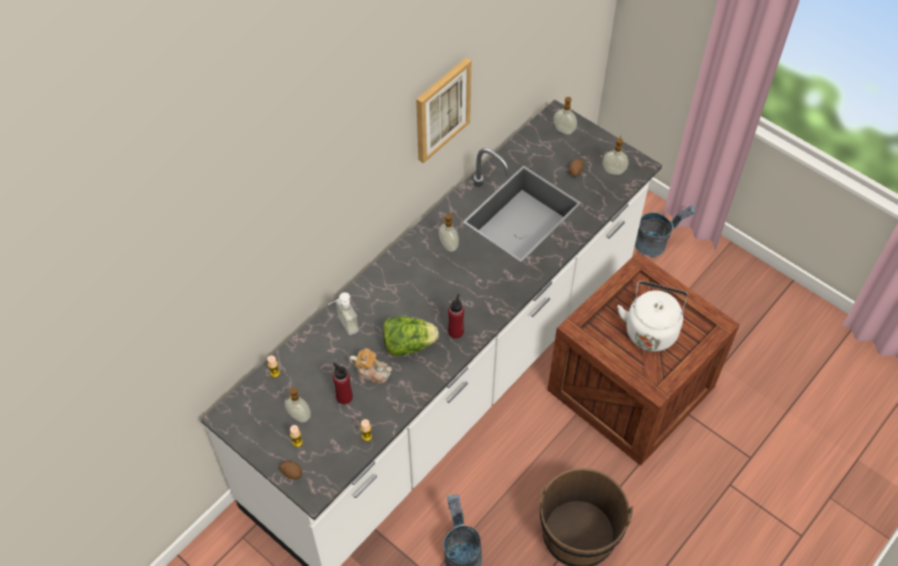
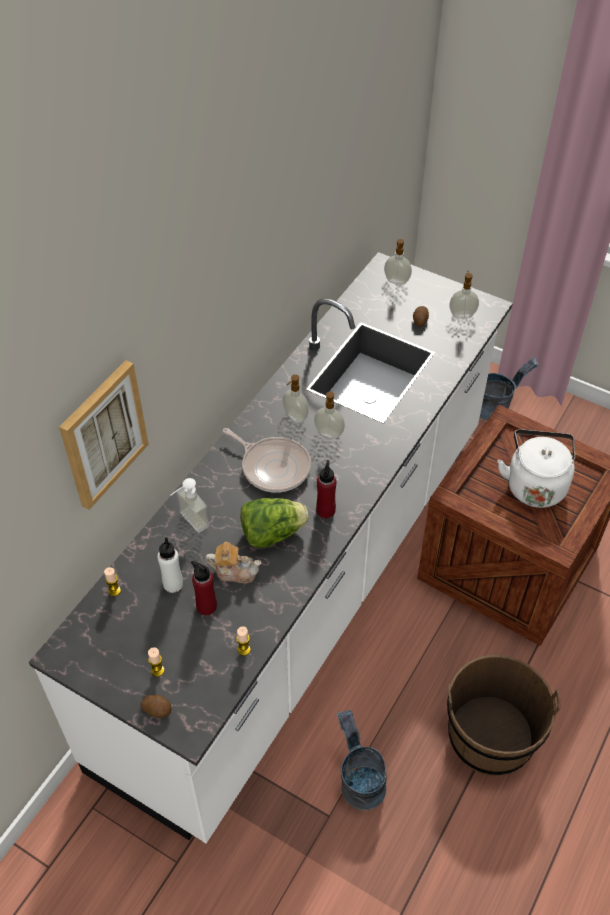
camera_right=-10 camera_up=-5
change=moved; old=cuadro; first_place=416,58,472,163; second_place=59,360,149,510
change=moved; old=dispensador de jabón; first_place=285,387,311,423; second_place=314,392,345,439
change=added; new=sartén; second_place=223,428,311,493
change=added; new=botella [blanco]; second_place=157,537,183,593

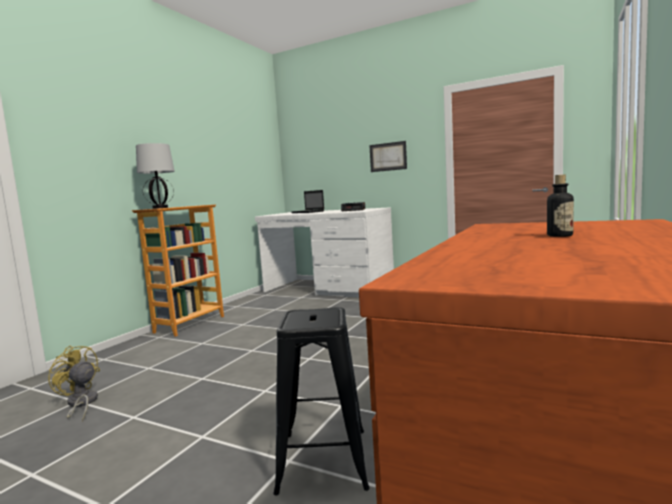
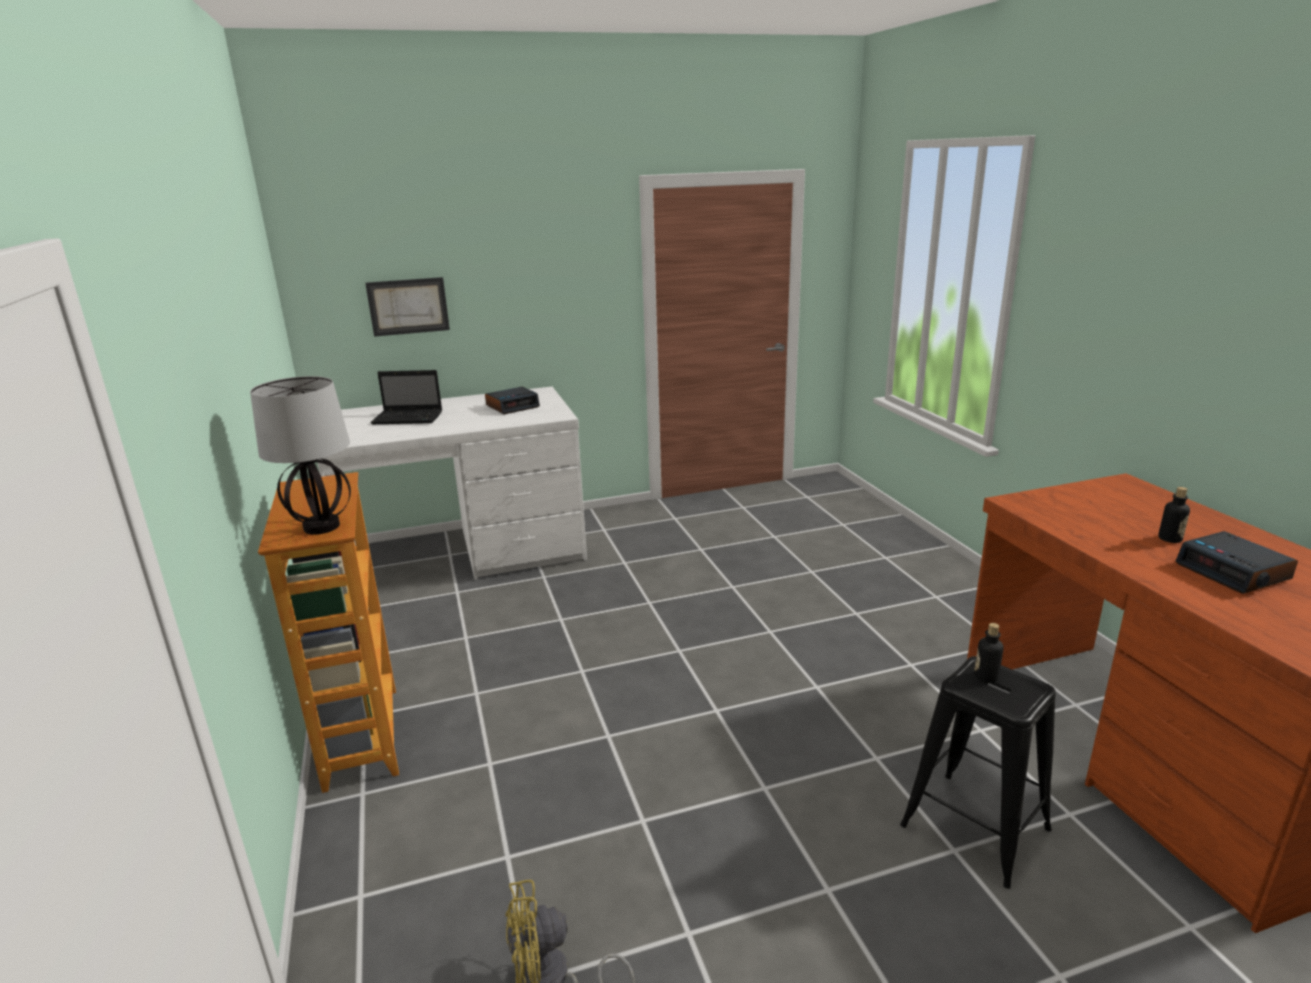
camera_right=-45 camera_up=15
change=moved; old=cuadro; first_place=369,141,407,172; second_place=365,277,450,337
change=added; new=despertador; second_place=1175,531,1298,594
change=added; new=botella; second_place=974,623,1004,683

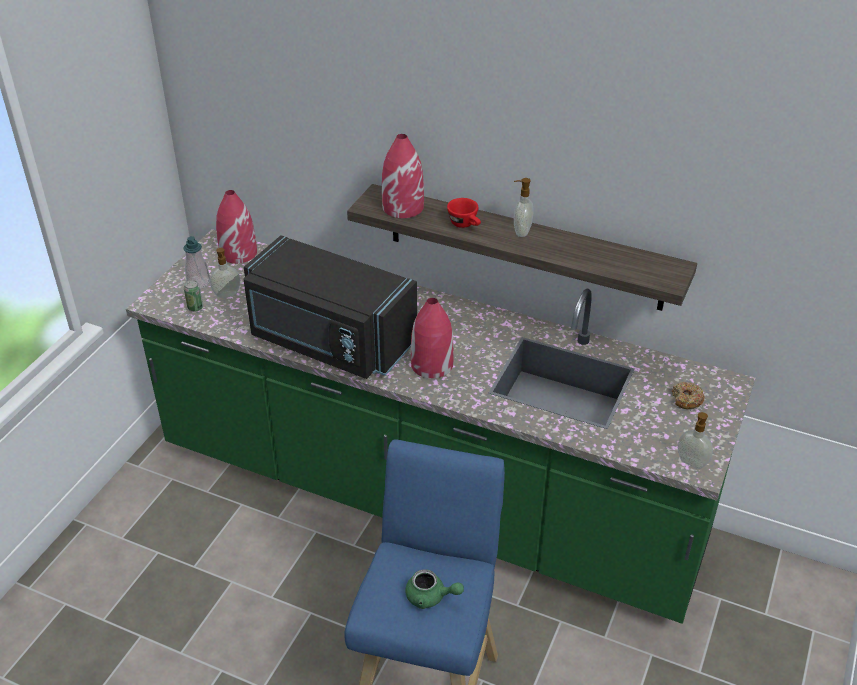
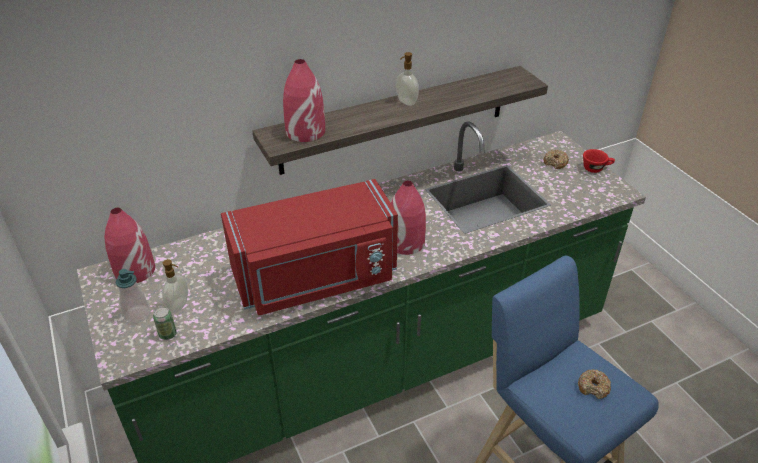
camera_right=-50 camera_up=0
change=moved; old=taza [rojo]; first_place=447,198,481,228; second_place=583,149,615,173
change=recoloured; old=microondas [negro]; new=microondas [rojo]; first_place=244,235,417,379; second_place=221,179,398,315
change=removed; old=dispensador de jabón; first_place=678,412,713,469
change=replaced; old=tetera [verde]; new=rosquilla; first_place=405,569,464,609; second_place=578,369,611,399

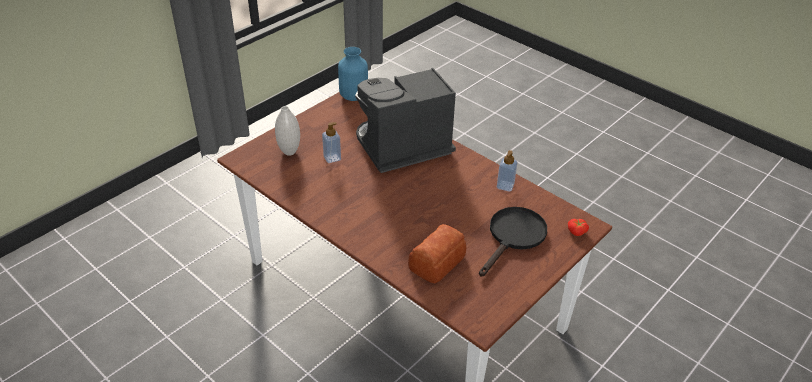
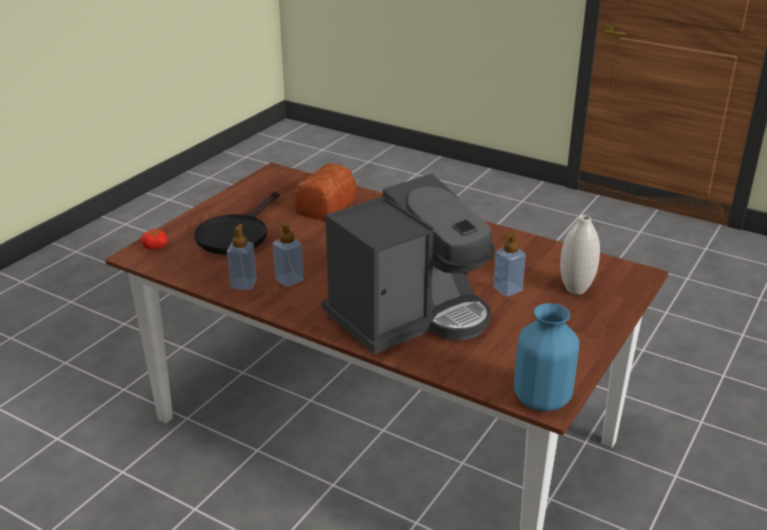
camera_right=170 camera_up=-10
change=added; new=dispensador de jabón; second_place=273,221,304,287

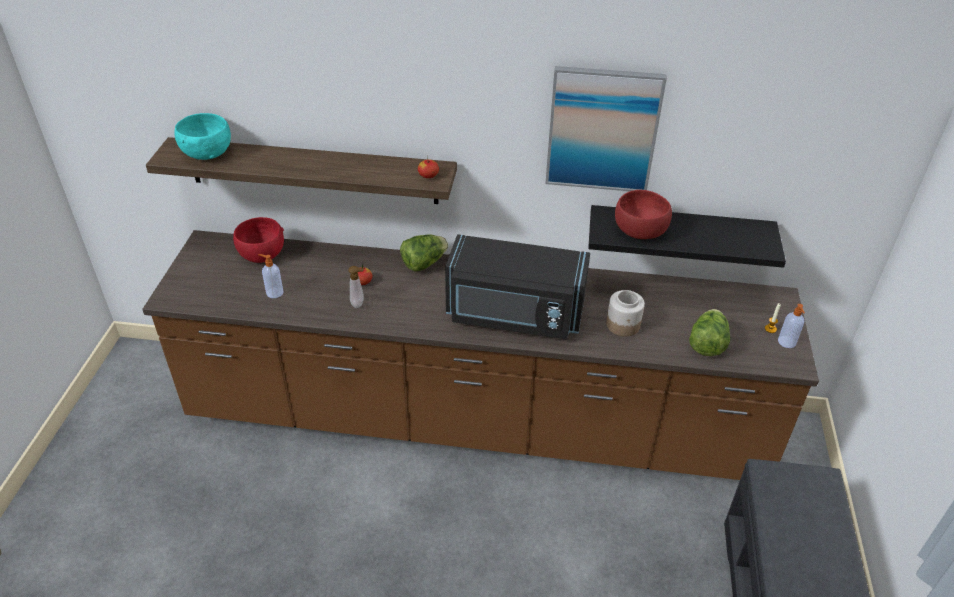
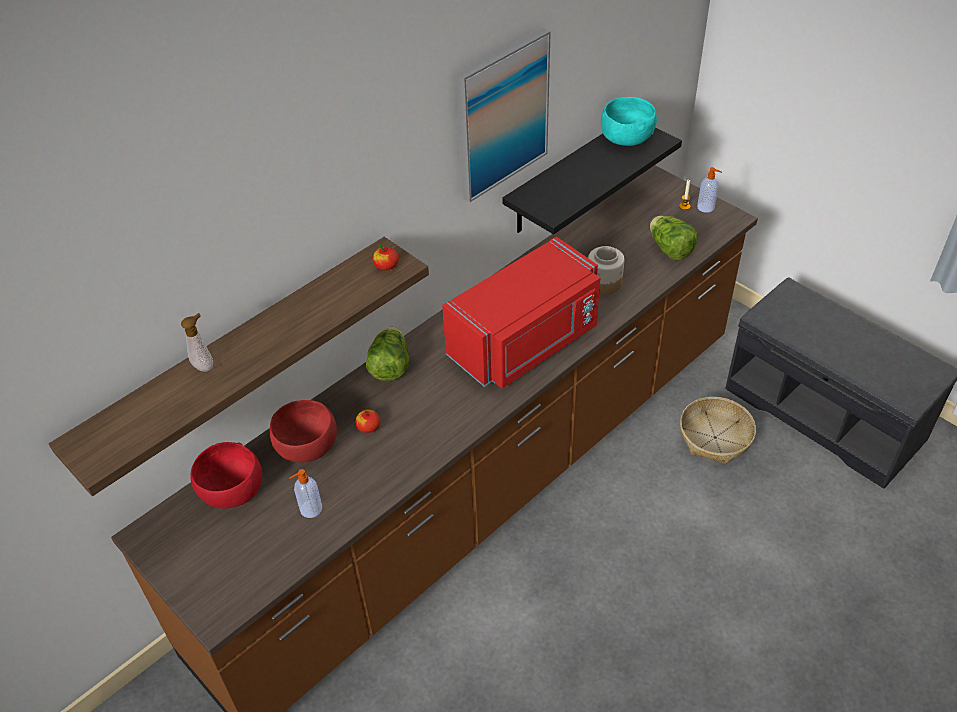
camera_right=-50 camera_up=5
change=moved; old=cuenco [turquesa]; first_place=174,113,231,160; second_place=601,97,657,146
change=moved; old=cuenco [rojo]; first_place=615,190,672,239; second_place=270,400,337,463
change=recoloured; old=microondas [negro]; new=microondas [rojo]; first_place=445,234,590,340; second_place=442,237,600,388
change=moved; old=dispensador de jabón; first_place=348,266,364,308; second_place=181,313,213,372
change=added; new=cesta; second_place=680,397,756,465

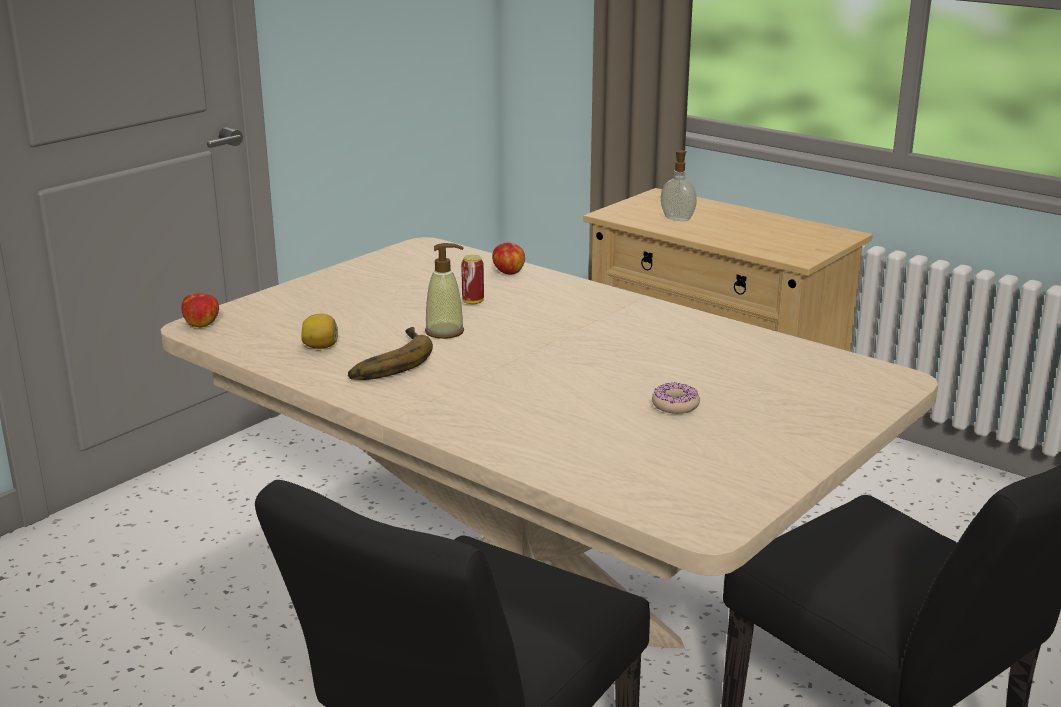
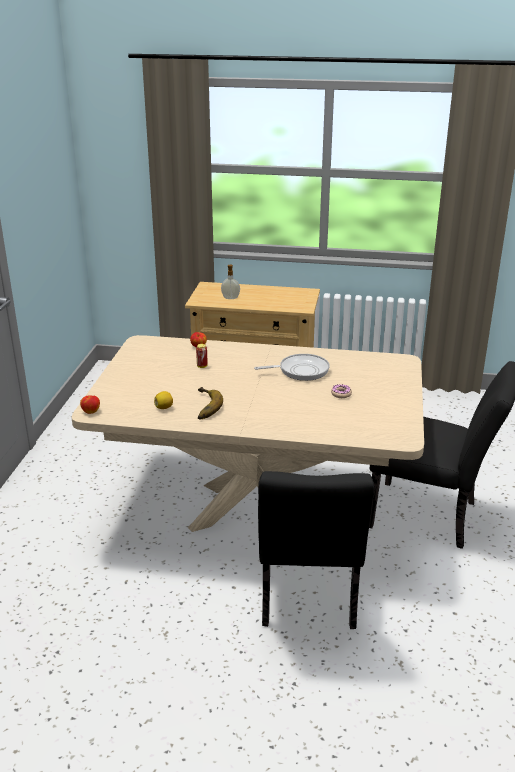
camera_right=-30 camera_up=5
change=removed; old=dispensador de jabón; first_place=425,243,464,339
change=added; new=sartén; second_place=254,354,330,381

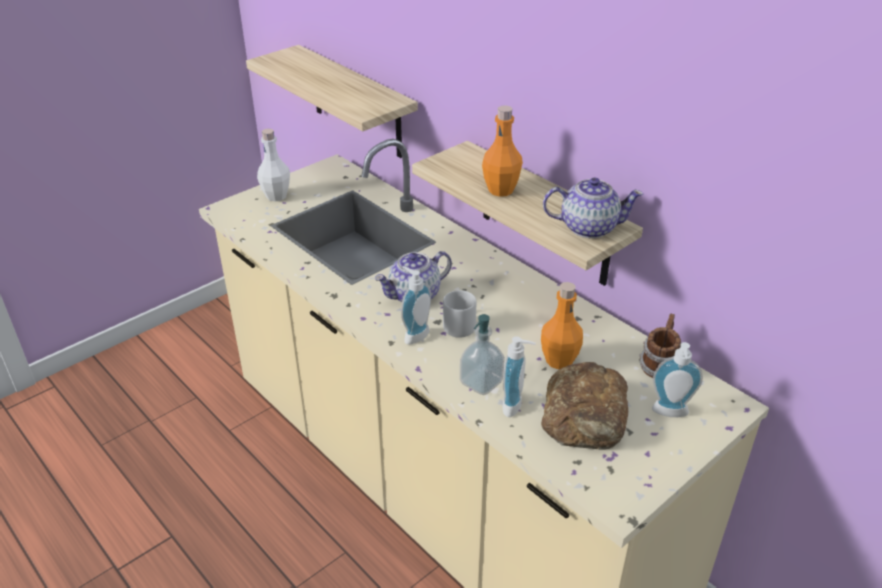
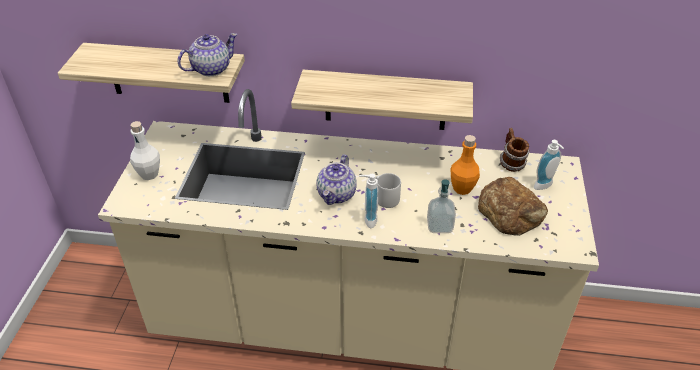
camera_right=-40 camera_up=5
change=removed; old=botella [naranja]; first_place=482,105,523,197
change=moved; old=tetera; first_place=543,178,643,238; second_place=177,33,238,76
change=removed; old=dispensador de jabón; first_place=502,336,536,417

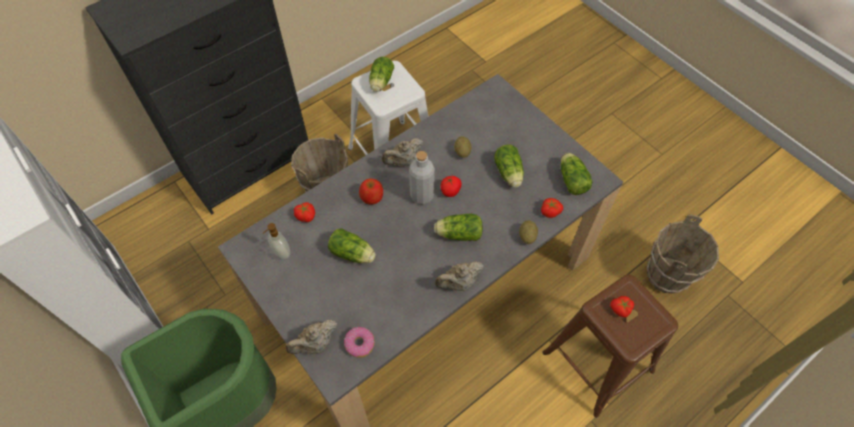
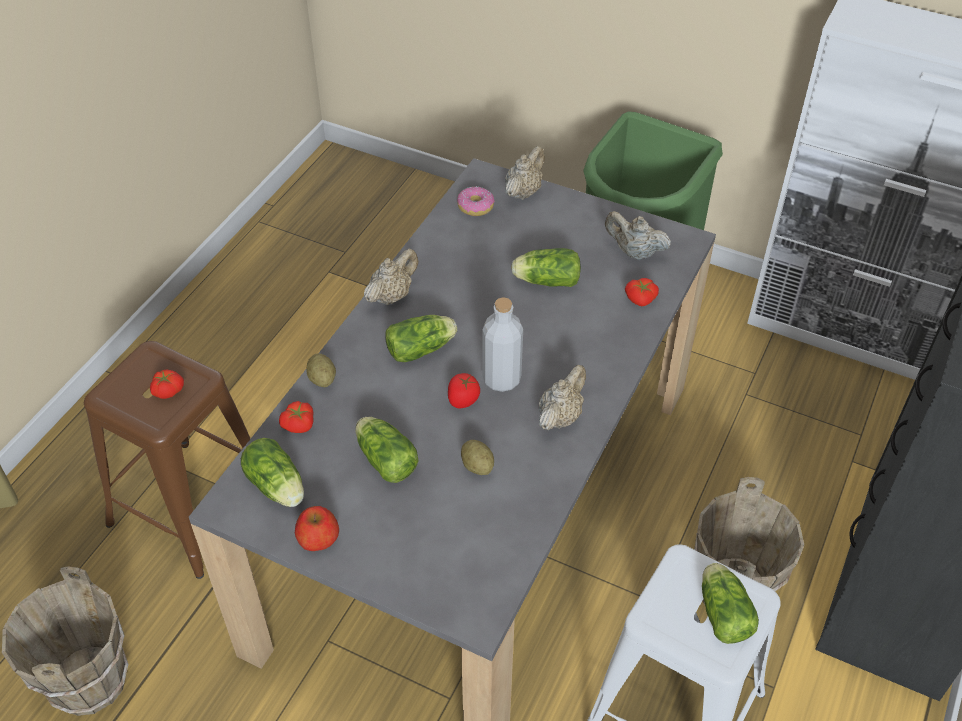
camera_right=155 camera_up=-10
change=moved; old=manzana; first_place=359,178,383,204; second_place=295,506,339,551
change=replaced; old=dispensador de jabón; new=tetera [beis]; first_place=263,223,290,260; second_place=605,211,671,260

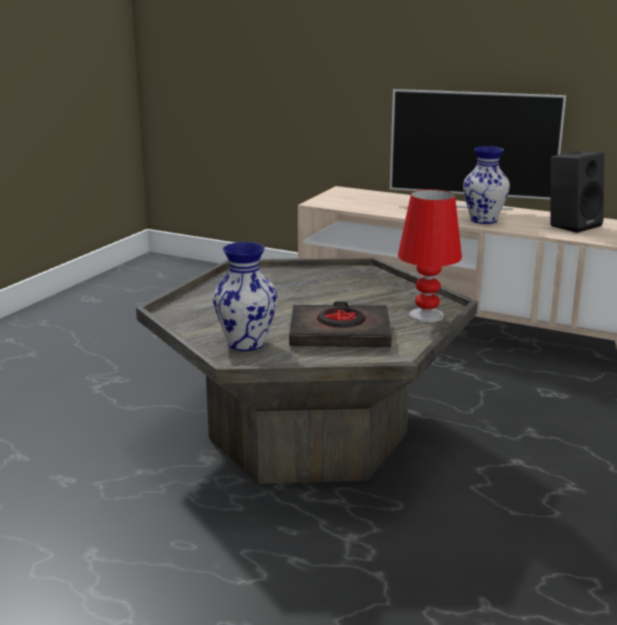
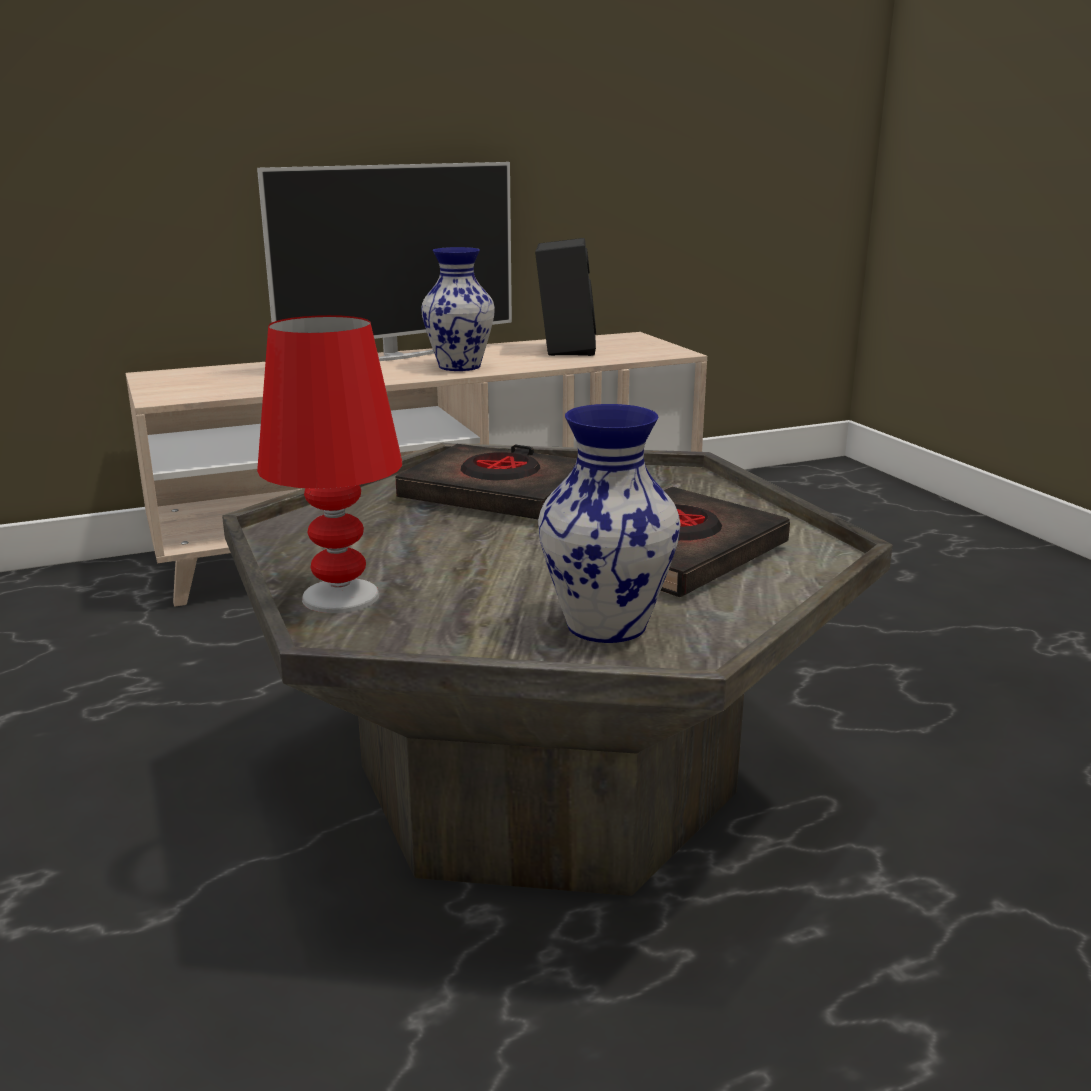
camera_right=-50 camera_up=0
change=moved; old=lámpara de mesa [rojo]; first_place=398,189,462,323; second_place=257,315,402,613
change=added; new=libro [negro]; second_place=395,444,577,519

